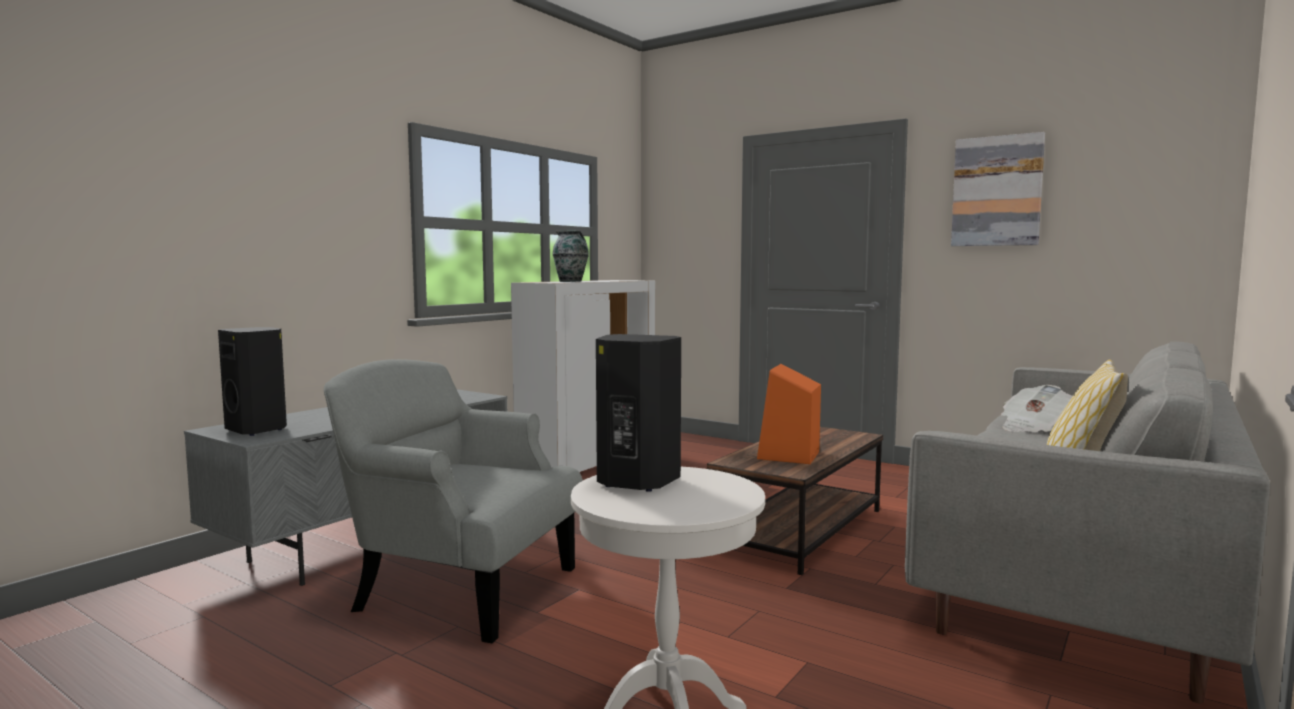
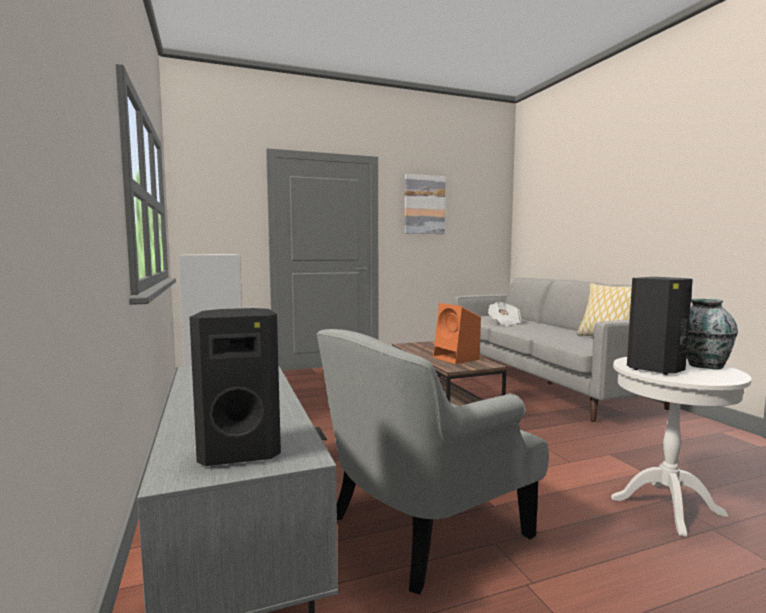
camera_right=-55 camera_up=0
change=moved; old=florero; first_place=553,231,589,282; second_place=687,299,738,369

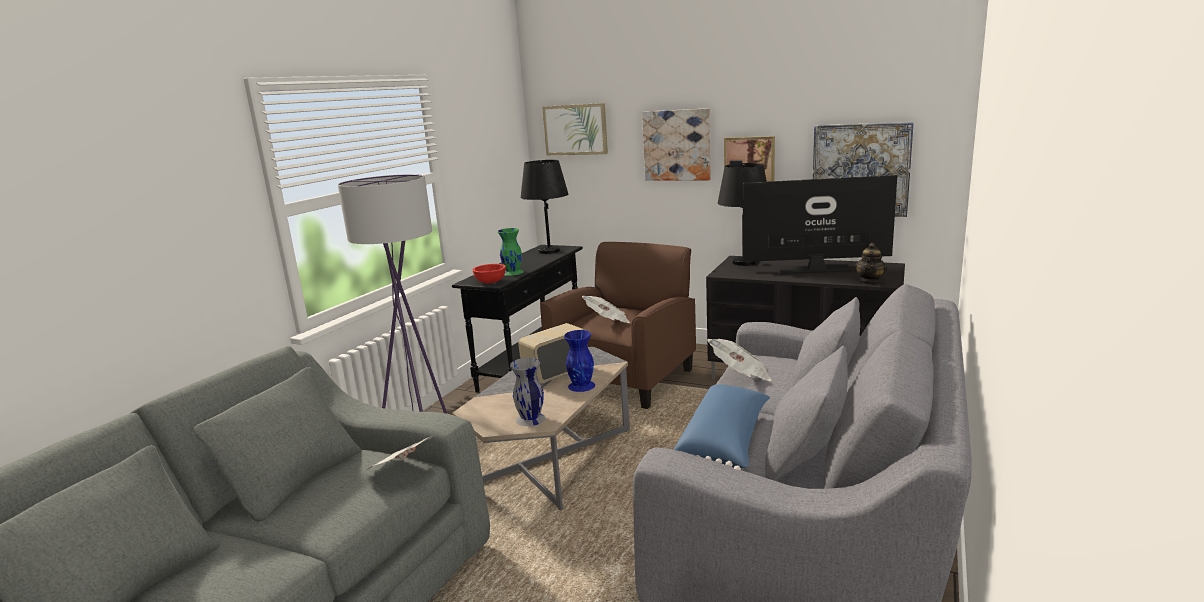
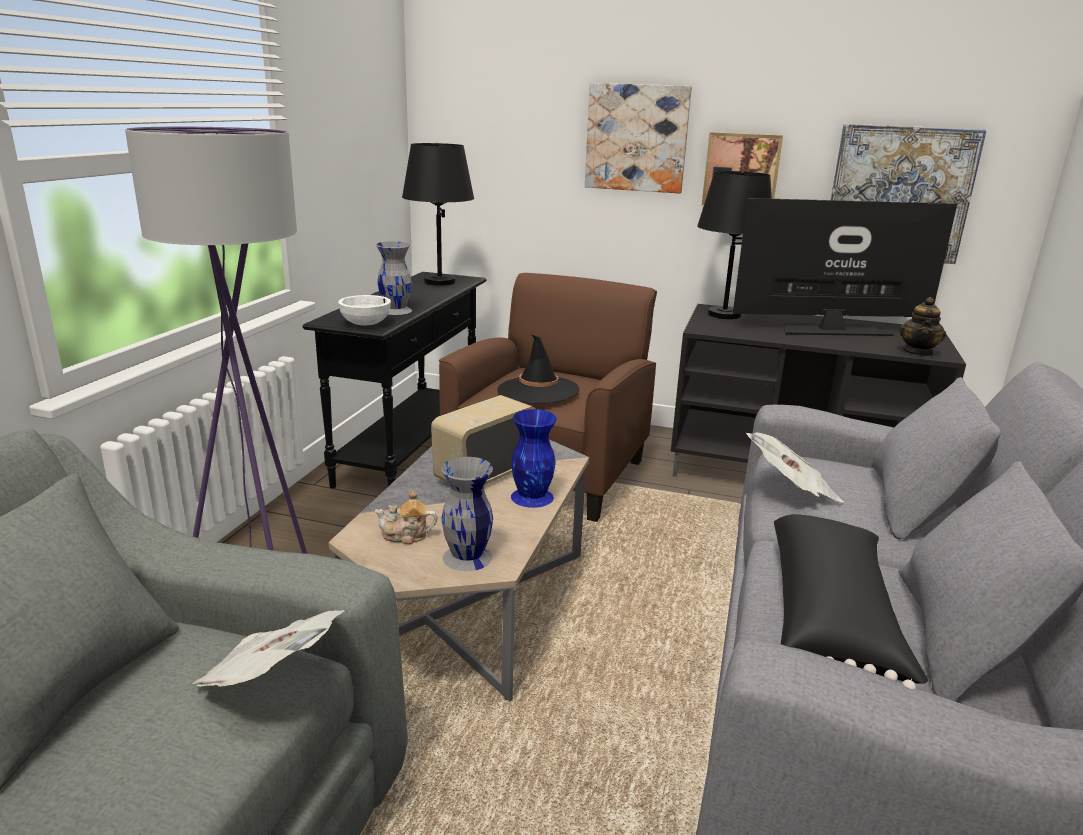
camera_right=-10 camera_up=5
change=removed; old=cuadro; first_place=542,103,608,155
change=recoloured; old=florero [verde]; new=florero [gris]; first_place=498,228,523,276; second_place=376,241,412,315
change=recoloured; old=cuenco [rojo]; new=cuenco [blanco]; first_place=473,264,506,283; second_place=338,295,391,325
change=replaced; old=periódico; new=sombrero [negro]; first_place=582,296,630,323; second_place=497,334,580,404
change=recoloured; old=cojín [azul]; new=cojín [negro]; first_place=673,384,770,470; second_place=774,514,928,689
change=added; new=tetera; second_place=375,491,437,544

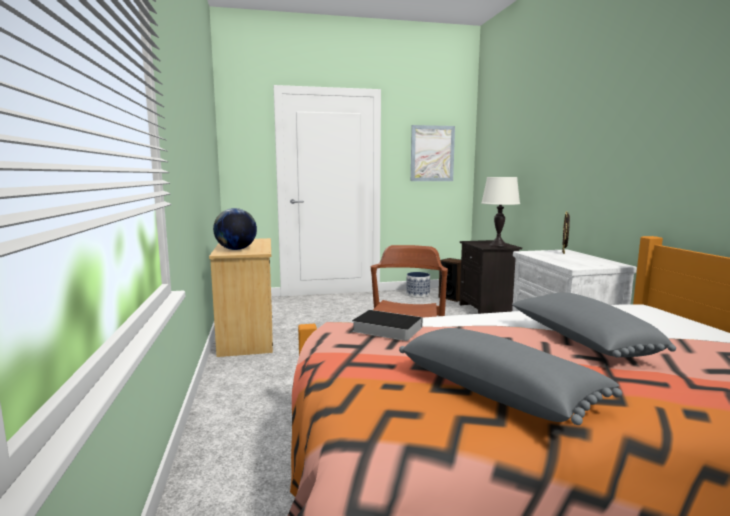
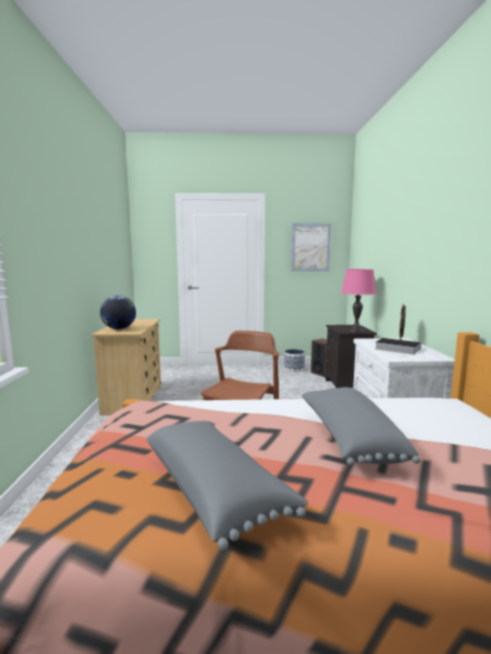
camera_right=10 camera_up=0
change=recoloured; old=lámpara de mesa [blanco]; new=lámpara de mesa [rosa]; first_place=481,177,520,247; second_place=341,269,376,332
change=moved; old=libro; first_place=352,310,423,341; second_place=375,338,421,355

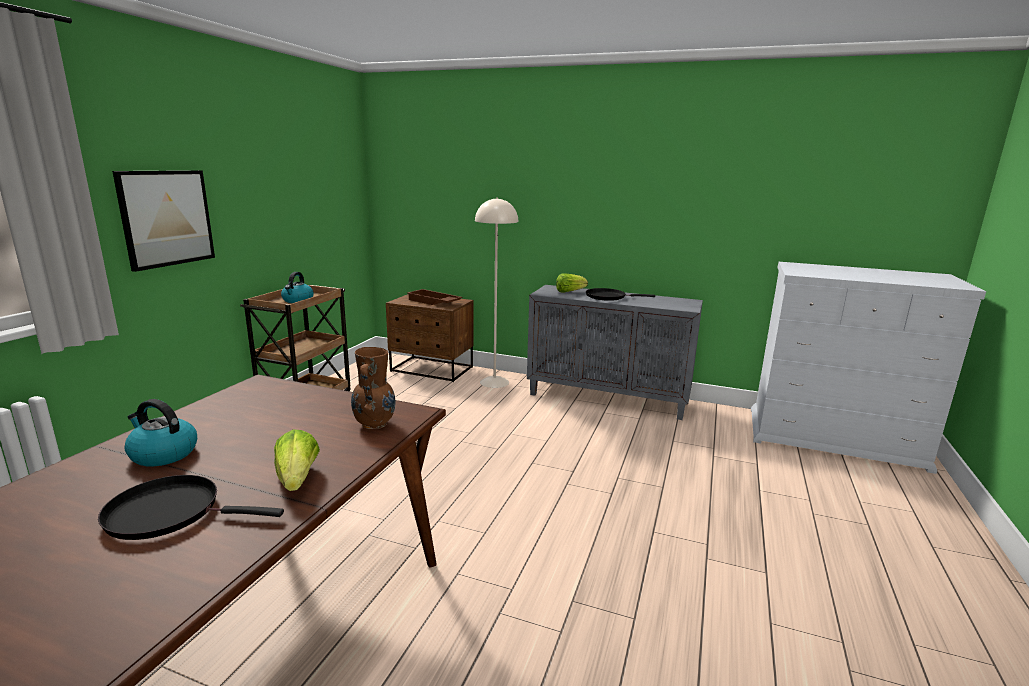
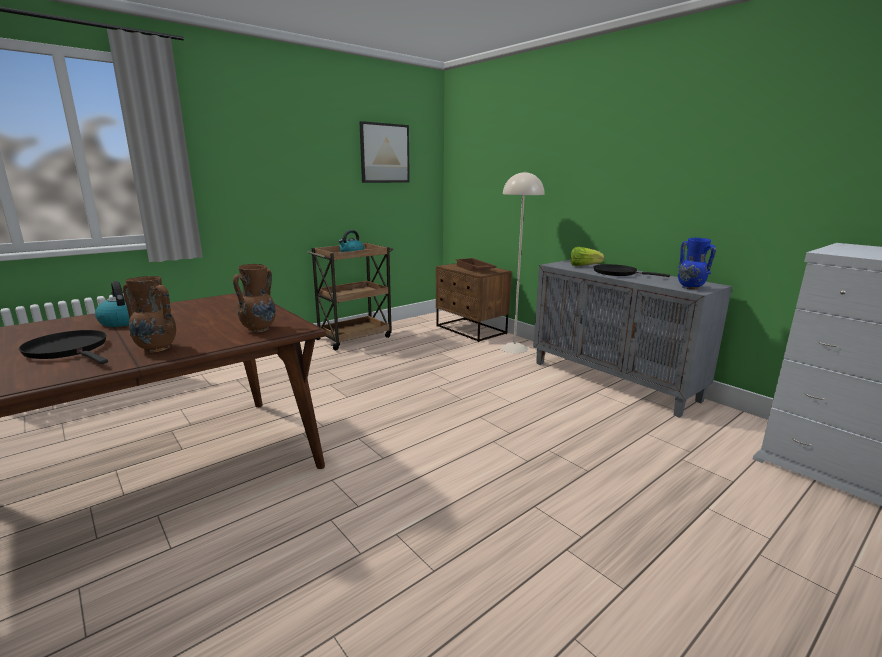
camera_right=30 camera_up=0
change=moved; old=cuadro; first_place=112,170,215,272; second_place=359,121,410,183
change=replaced; old=lechuga; new=florero [marrón]; first_place=274,429,320,491; second_place=123,276,176,353
change=added; new=florero [azul]; second_place=678,238,716,290

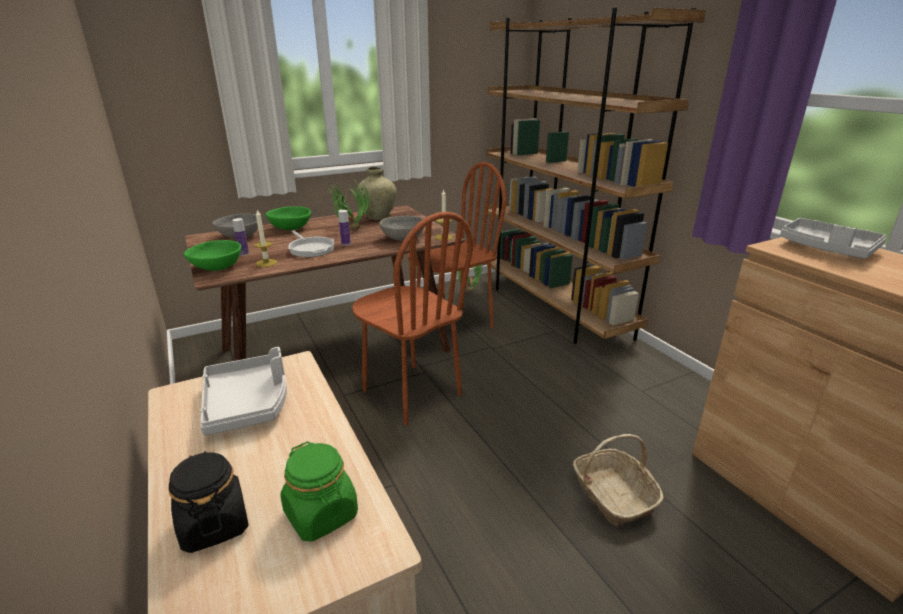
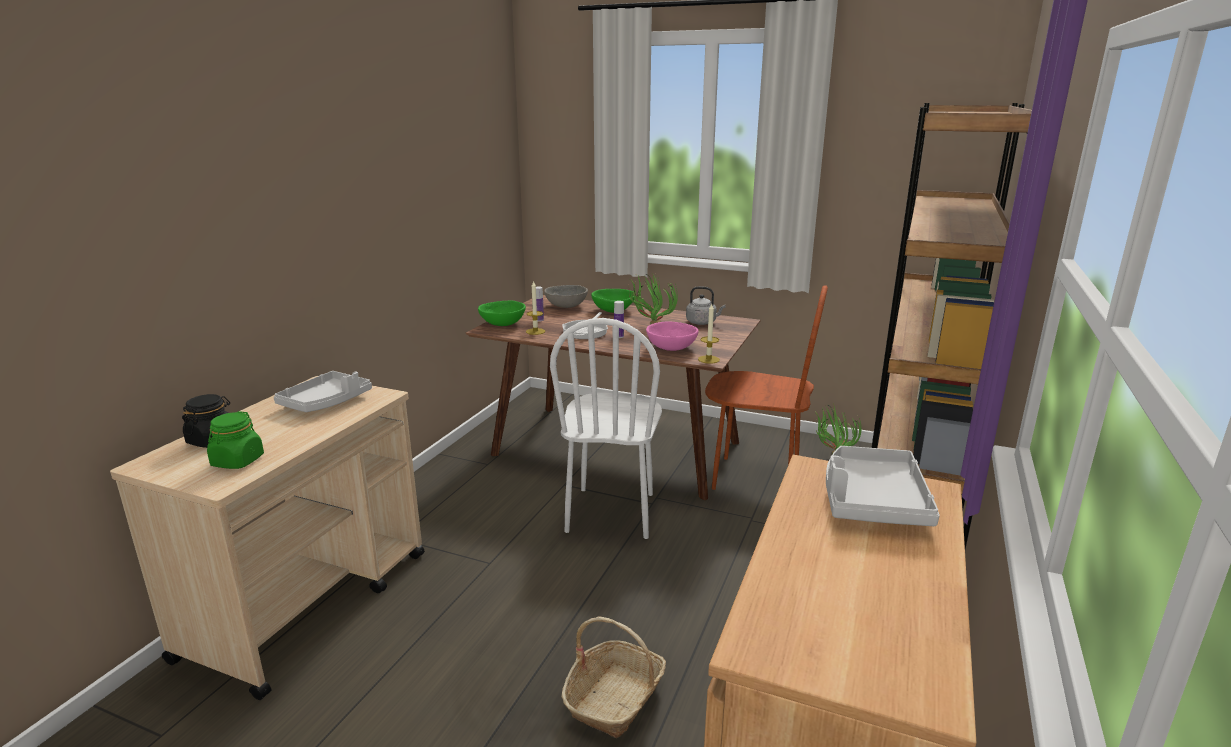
camera_right=50 camera_up=-5
change=replaced; old=florero [beis]; new=hervidor [gris]; first_place=357,167,396,220; second_place=686,286,726,325
change=recoloured; old=silla [marrón]; new=silla [blanco]; first_place=352,212,473,425; second_place=550,318,662,539
change=recoloured; old=cuenco [gris]; new=cuenco [rosa]; first_place=379,216,424,241; second_place=646,321,698,351

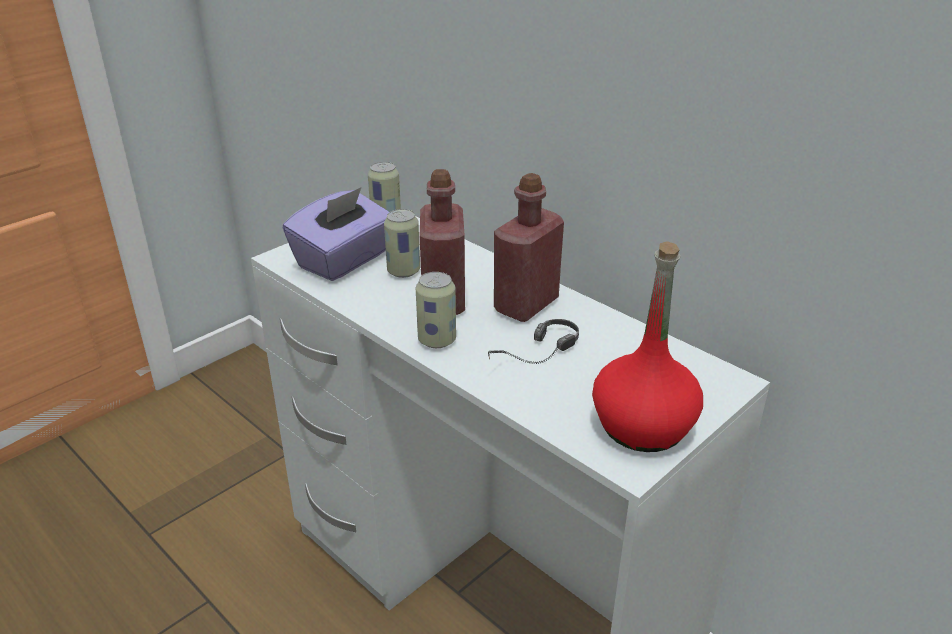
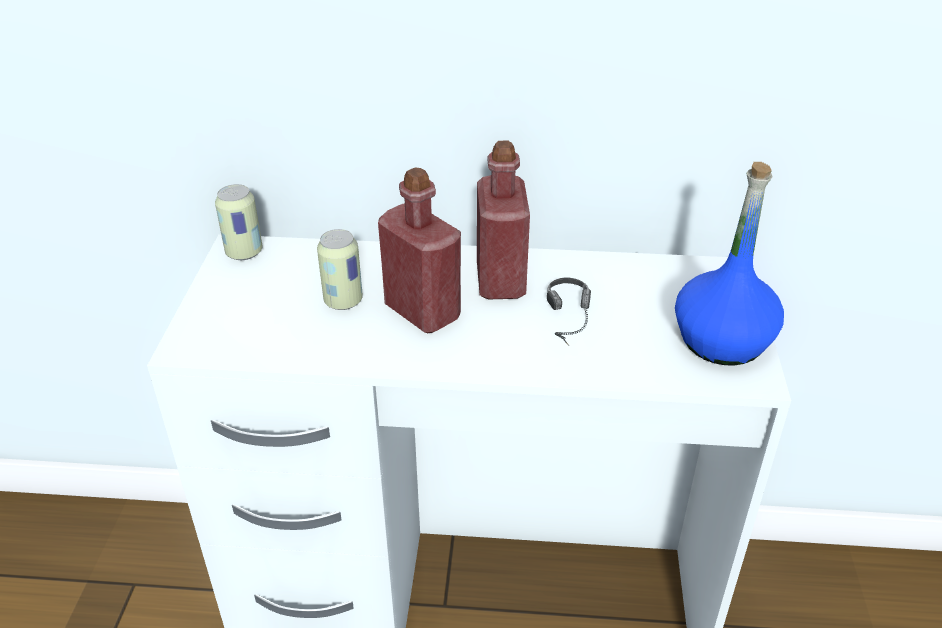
camera_right=-40 camera_up=5
change=removed; old=caja de pañuelos [morado]; first_place=283,187,389,281
change=recoloured; old=botella [rojo]; new=botella [azul]; first_place=592,241,703,452; second_place=675,162,784,366
change=removed; old=lata; first_place=416,272,456,348

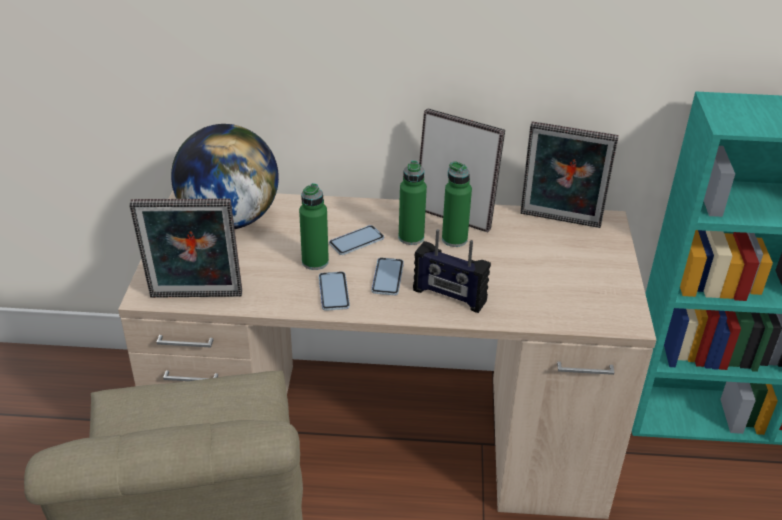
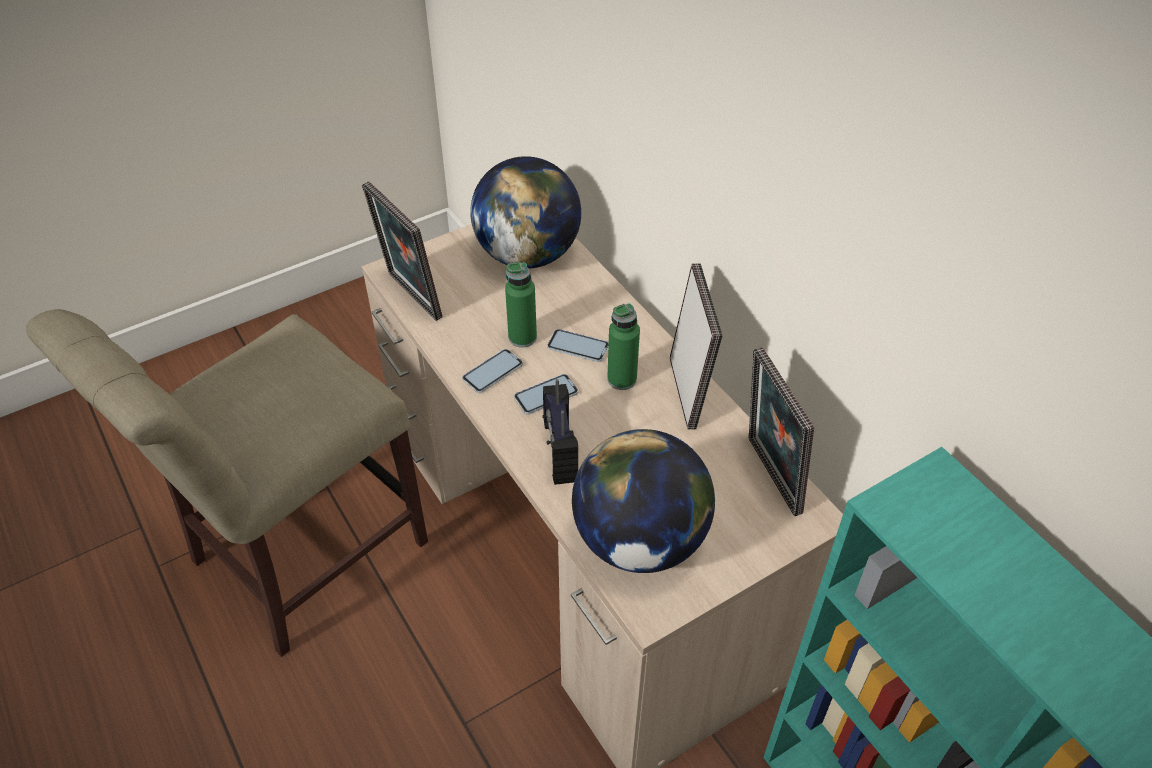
camera_right=55 camera_up=10
change=removed; old=botella [verde]; first_place=442,161,472,247
change=added; new=globo terráqueo; second_place=572,429,715,573

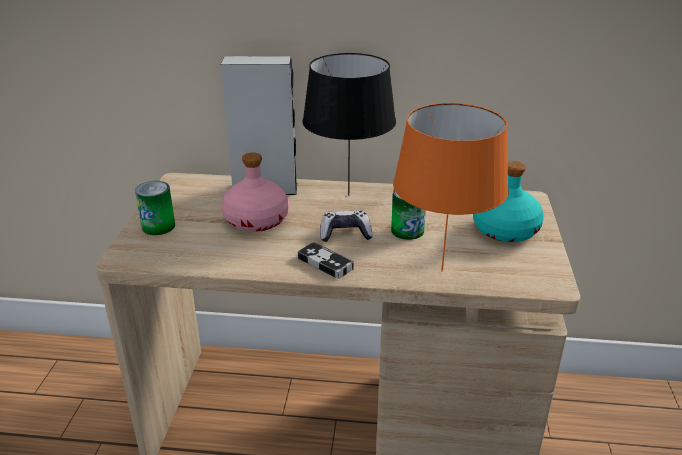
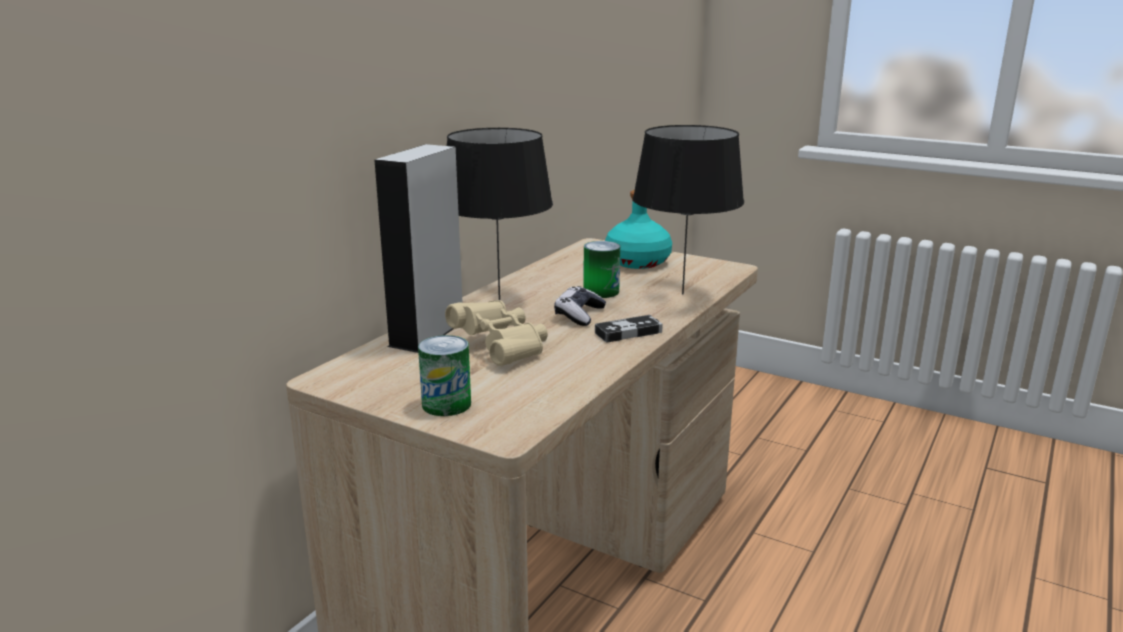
camera_right=-65 camera_up=-10
change=recoloured; old=lámpara de mesa [naranja]; new=lámpara de mesa [negro]; first_place=393,103,509,271; second_place=633,125,744,295
change=replaced; old=botella [rosa]; new=prismáticos [beis]; first_place=222,153,289,232; second_place=445,300,548,366

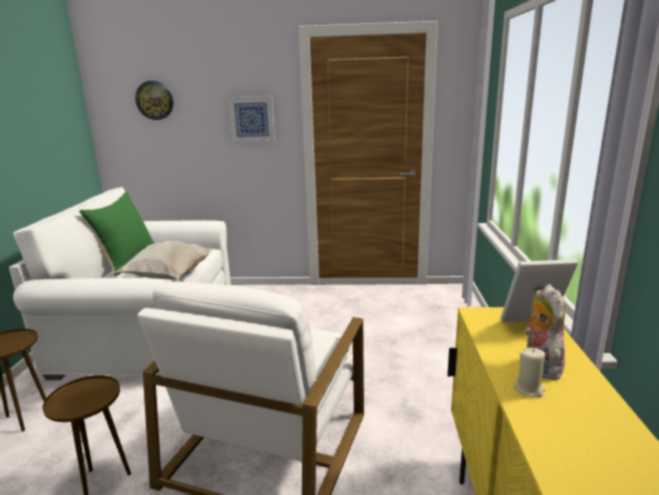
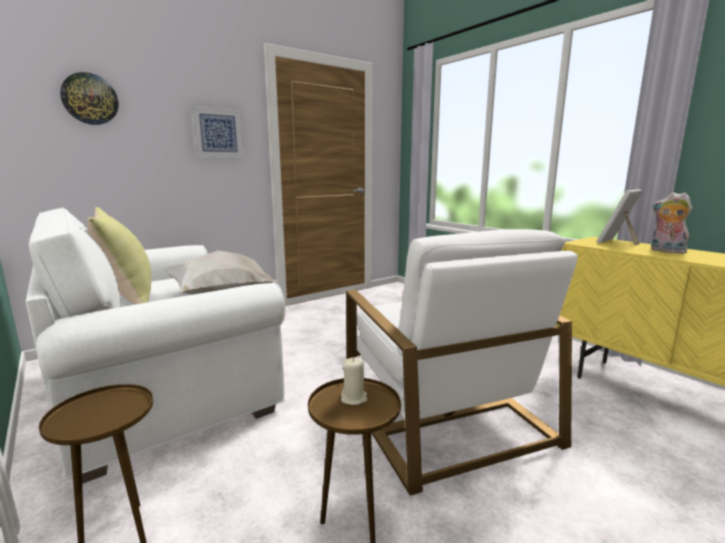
camera_right=-40 camera_up=-5
change=recoloured; old=cojín [verde]; new=cojín [amarillo]; first_place=79,192,154,276; second_place=88,207,151,305
change=moved; old=vela [beis]; first_place=513,348,545,397; second_place=341,357,368,405

